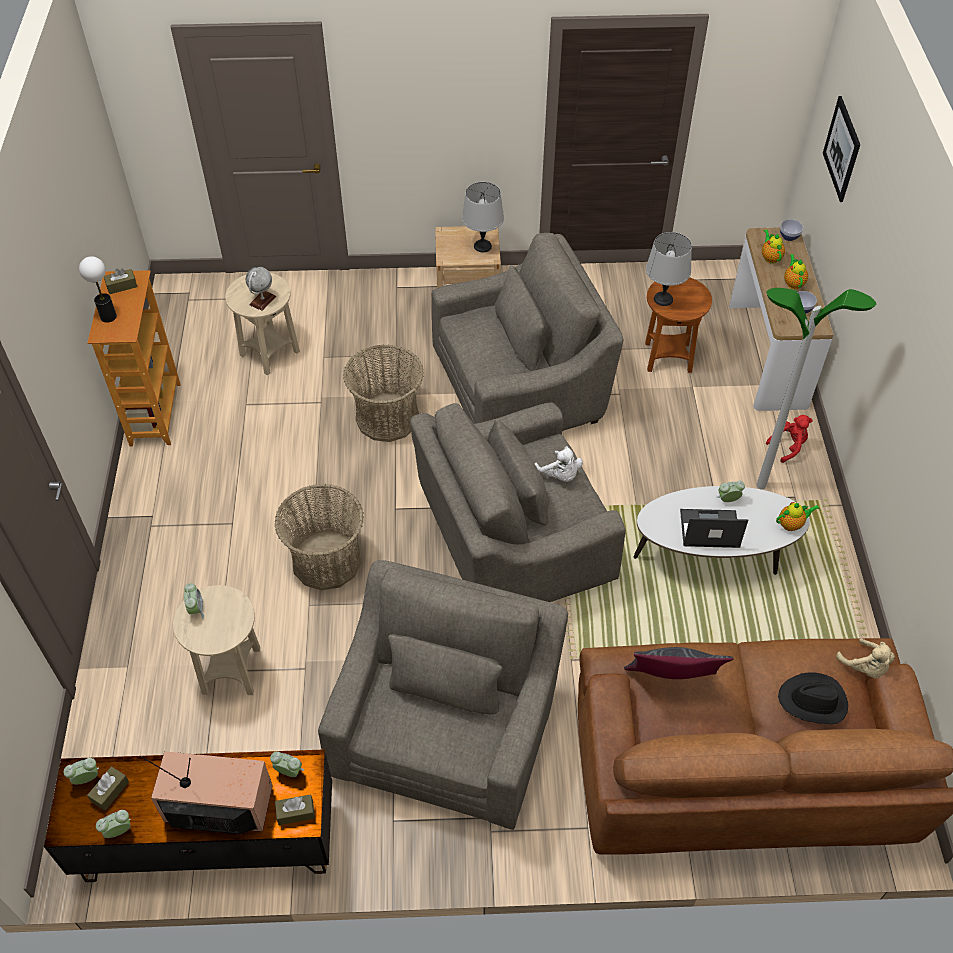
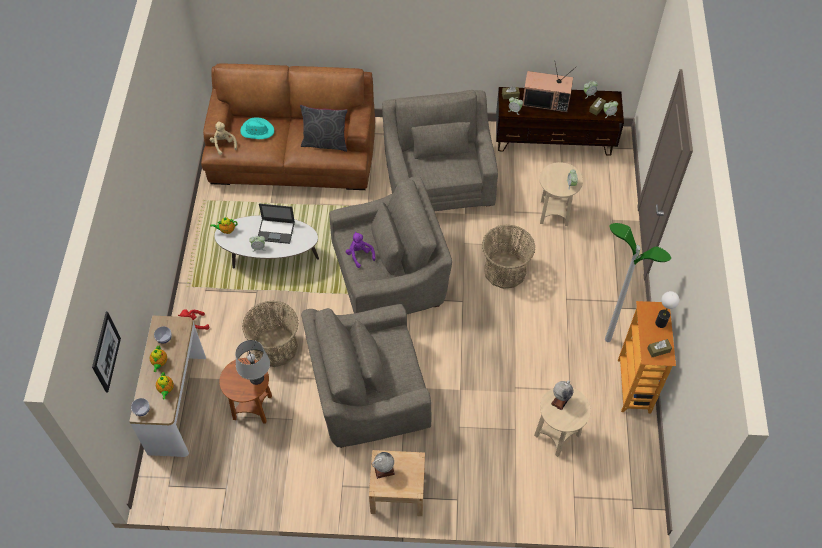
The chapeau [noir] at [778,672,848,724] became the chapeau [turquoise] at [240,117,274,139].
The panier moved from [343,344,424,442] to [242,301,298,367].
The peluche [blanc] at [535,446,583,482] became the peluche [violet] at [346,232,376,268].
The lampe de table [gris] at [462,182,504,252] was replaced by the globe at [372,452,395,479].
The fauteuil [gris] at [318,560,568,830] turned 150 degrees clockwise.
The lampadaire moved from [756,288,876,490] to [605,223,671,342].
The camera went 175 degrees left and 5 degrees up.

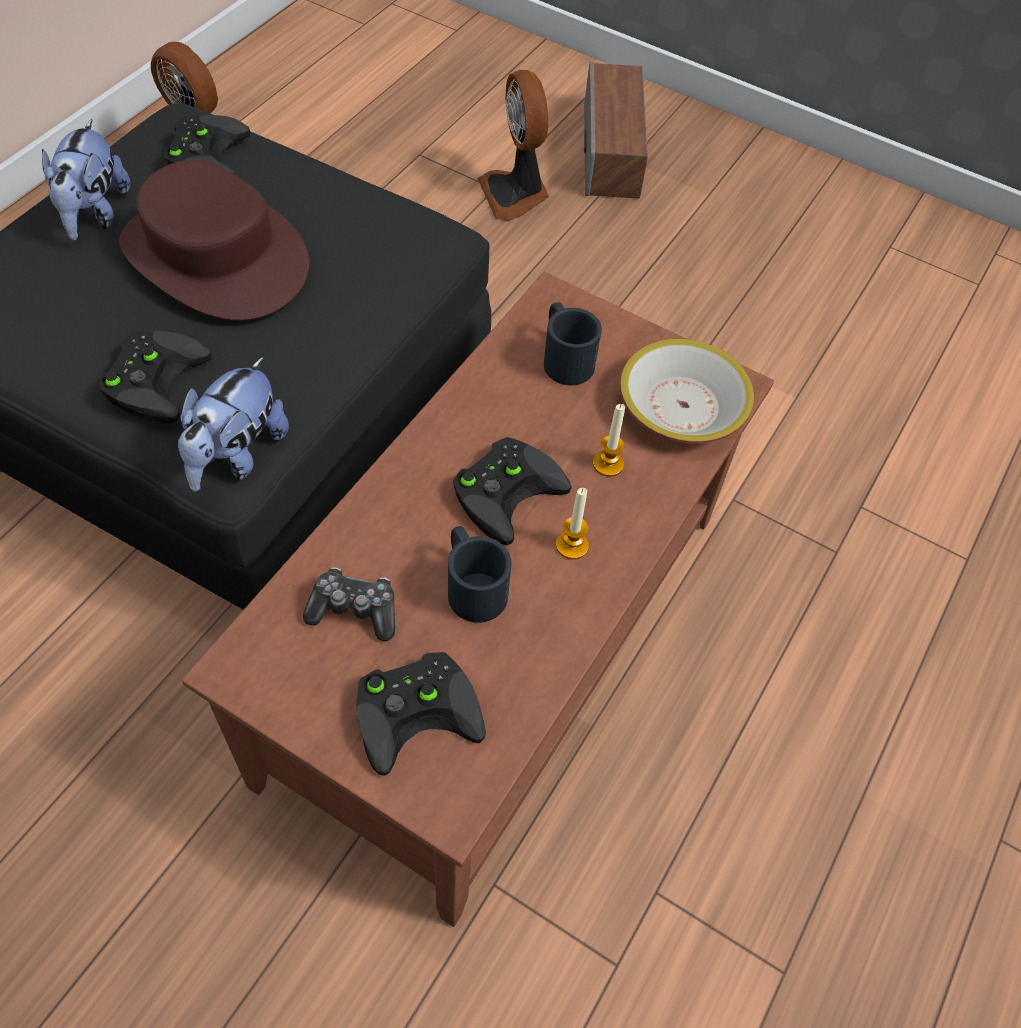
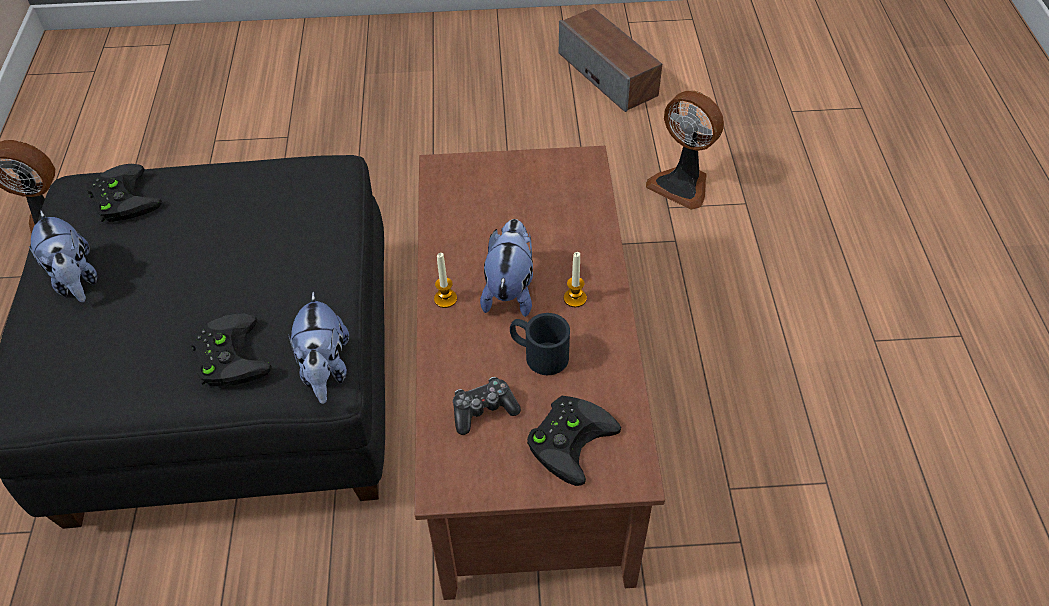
The bougie moved from [593,404,625,477] to [434,253,457,308].
The manette [noir] at [453,437,572,545] was replaced by the peluche at [480,219,533,317].
The enceinte moved from [584,61,648,198] to [559,8,662,112].
The ventilateur moved from [477,70,549,221] to [646,91,724,210].
The chapeau [marron] at [119,160,309,321] disappeared.
The mug [noir] at [544,302,602,385] disappeared.
The bol at [620,339,754,444] disappeared.
The camera went 30 degrees left and 5 degrees down.

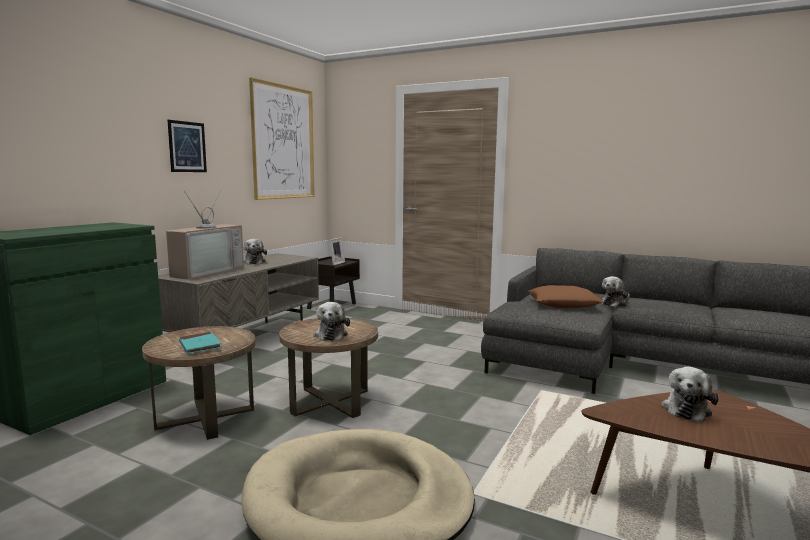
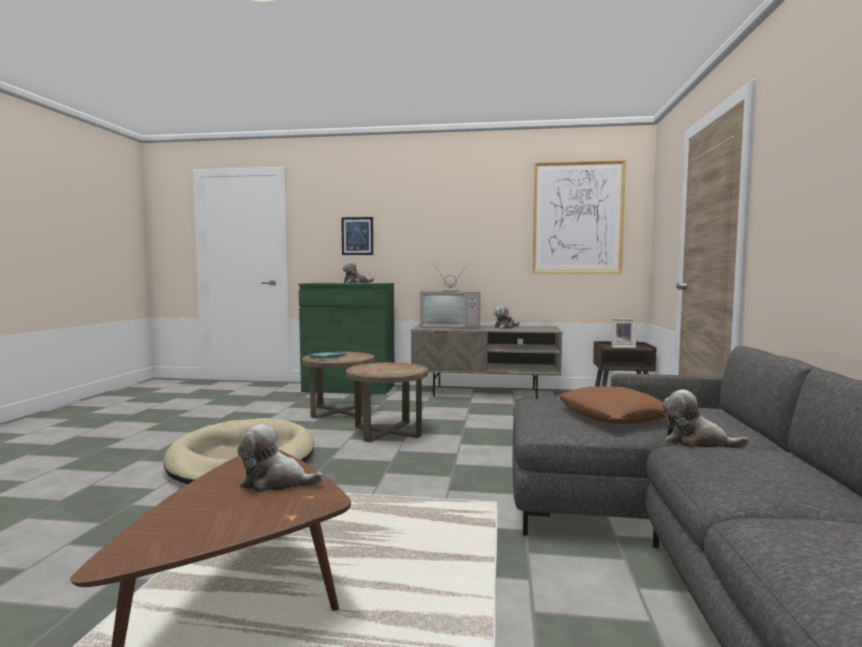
The tableau moved from [167,120,207,172] to [341,217,373,255].
The peluche moved from [314,302,350,341] to [342,262,374,283].
The camera went 70 degrees right and 5 degrees down.

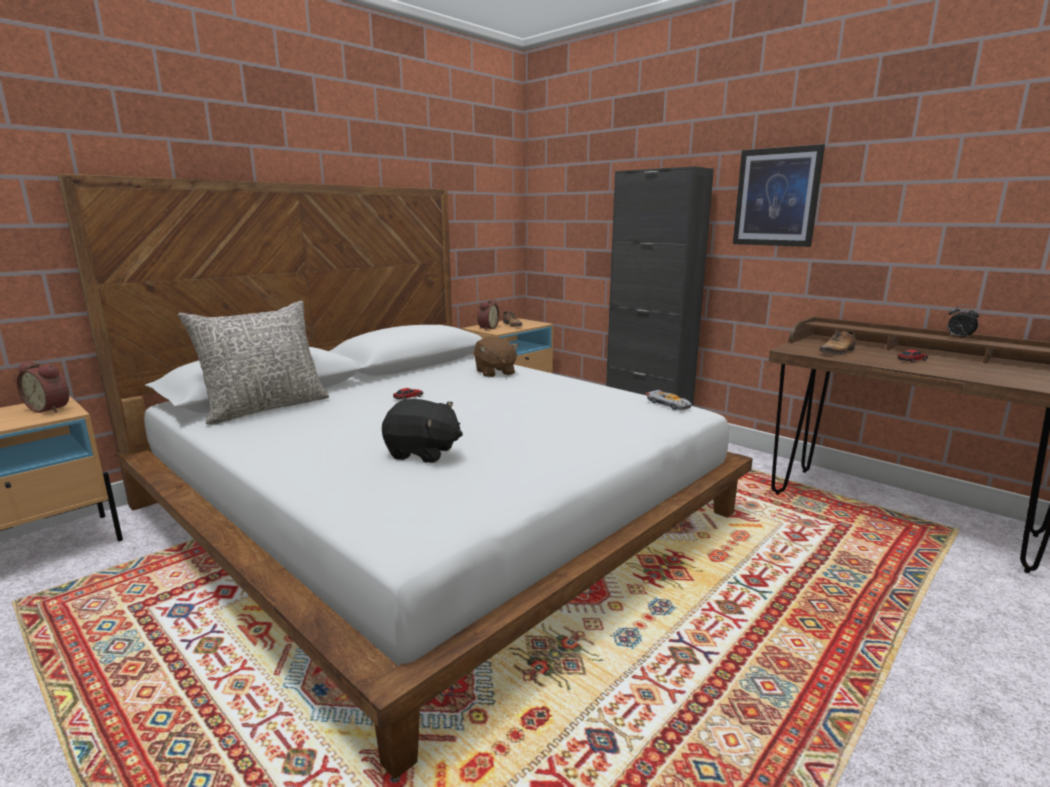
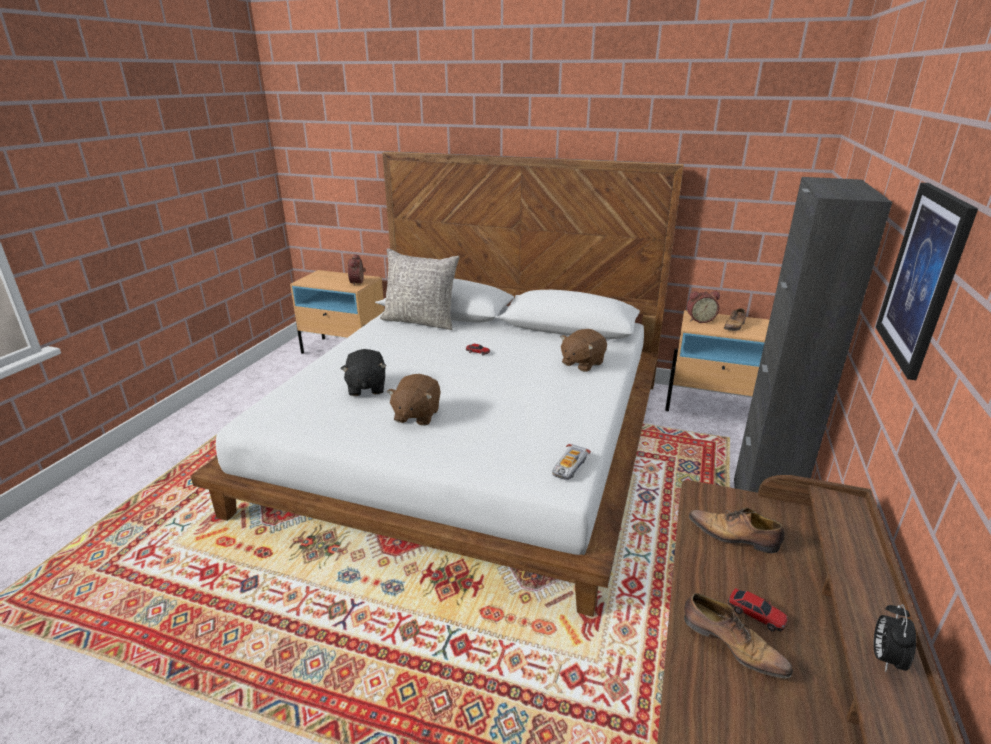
The peluche [marron] at [387,374,441,426] appeared.
The chaussure at [684,593,793,679] appeared.
The camera went 65 degrees right and 10 degrees up.

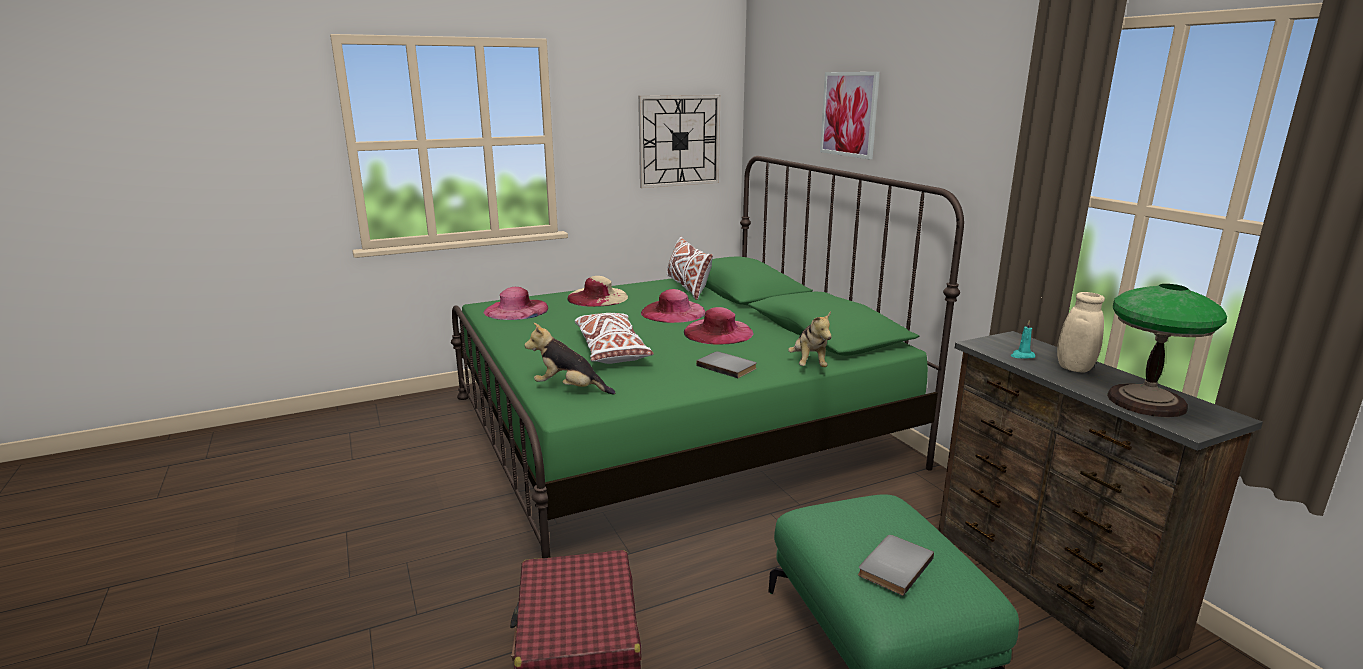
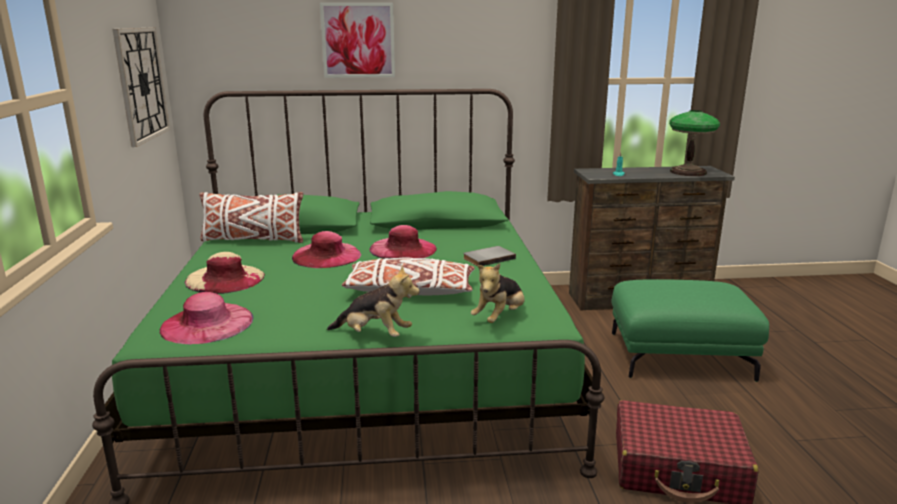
The peluche moved from [788,312,832,367] to [327,265,420,337].
The livre [gris] at [858,535,934,596] disappeared.
The vase [beige] at [1057,292,1105,372] disappeared.
The camera went 70 degrees left and 0 degrees up.

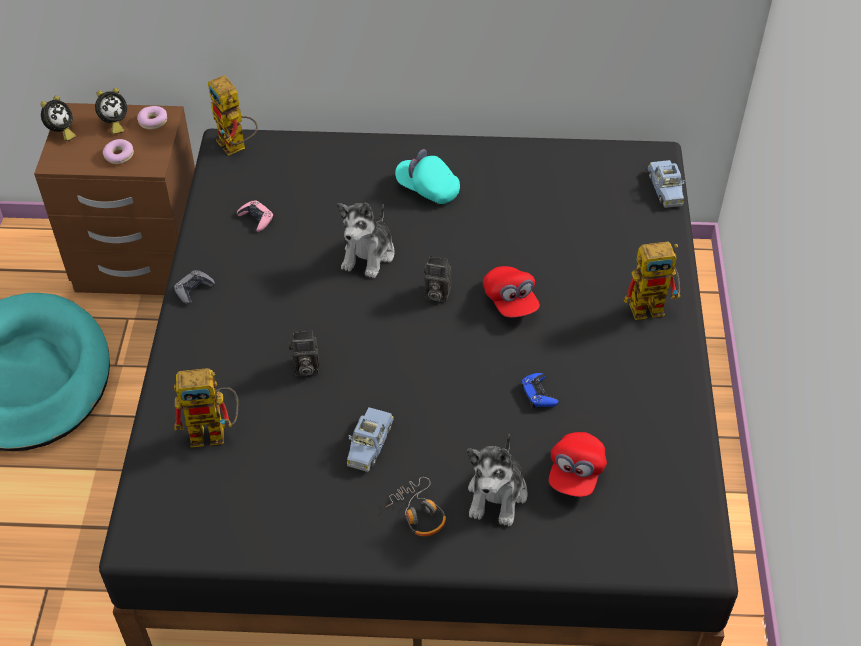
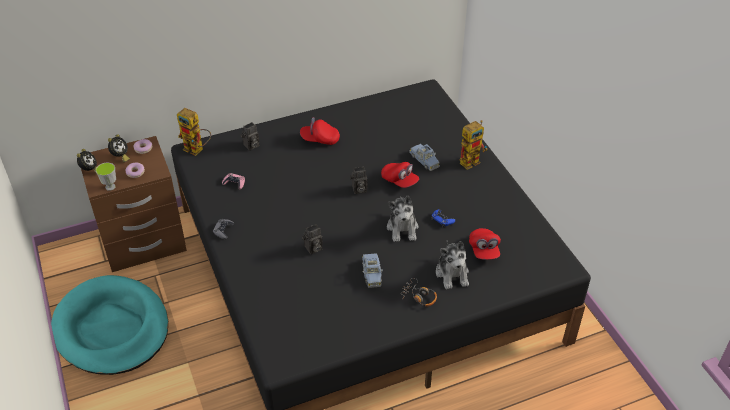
The tasse at [96,162,116,191] appeared.
The appareil photo at [241,122,259,151] appeared.
The casquette [turquoise] at [395,149,460,204] became the casquette [rouge] at [300,117,340,145].
The peluche moved from [337,203,394,278] to [387,196,419,242].
The petite voiture [bleu] moved from [648,160,685,208] to [409,144,440,171].
The robot jouet at [174,368,238,448] disappeared.
The camera went 25 degrees left and 5 degrees down.

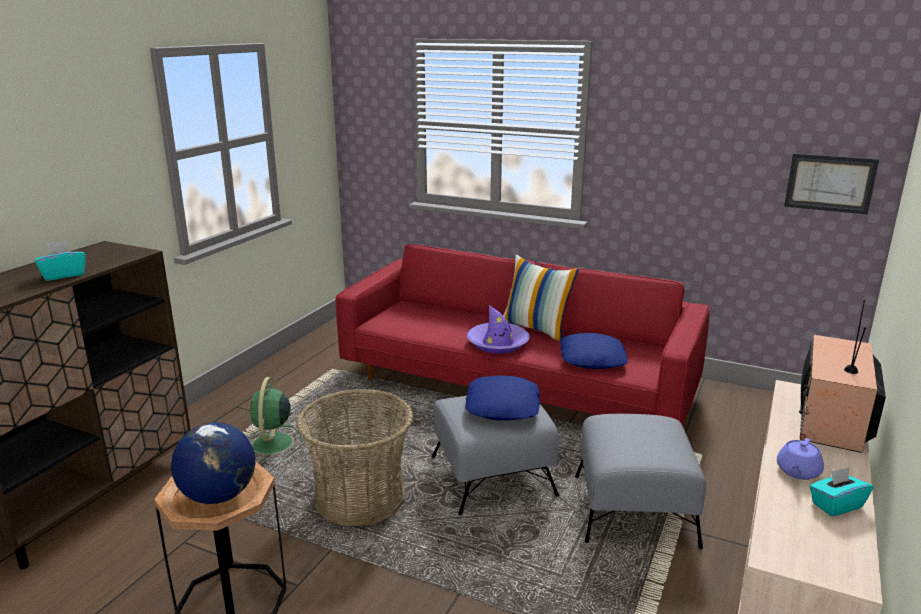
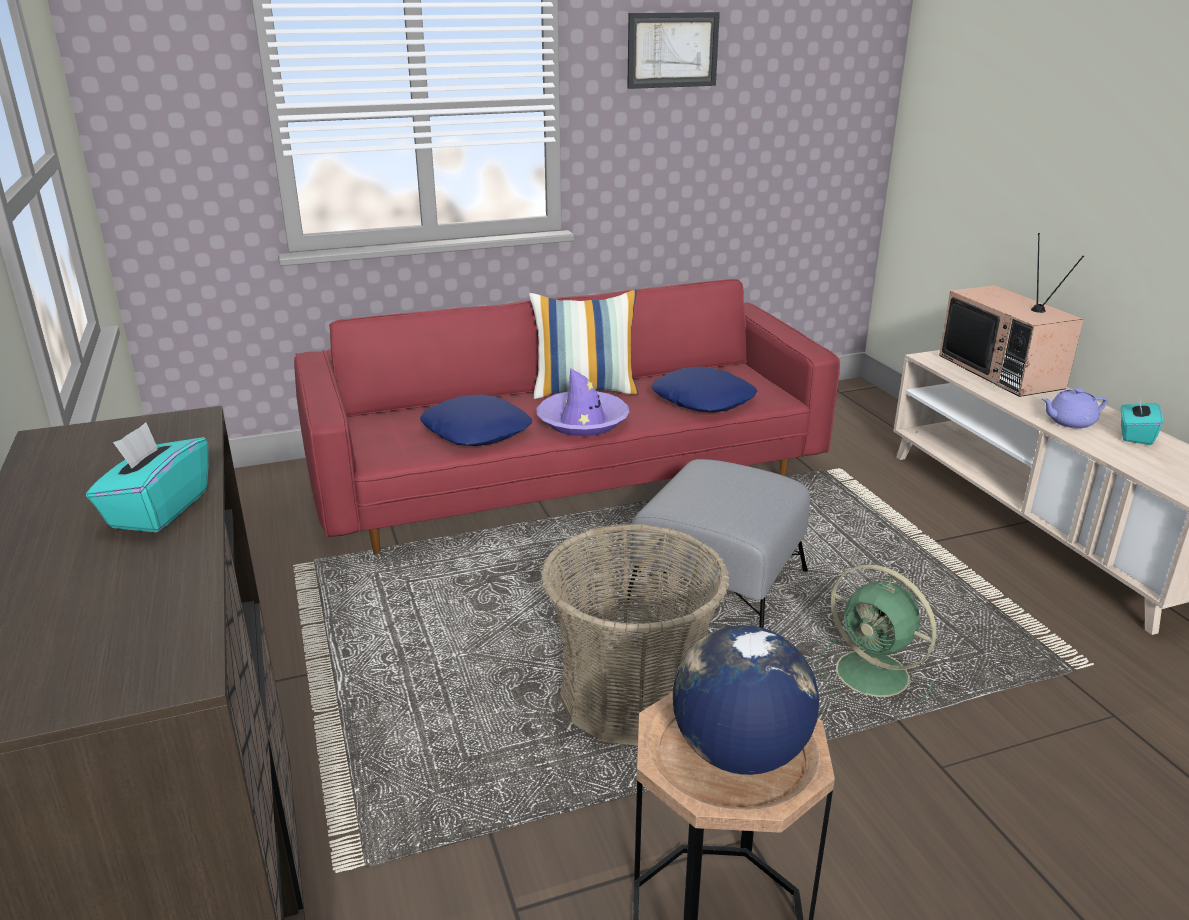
The coussin [bleu] moved from [465,375,540,421] to [420,394,532,446].
The tableau moved from [784,153,879,214] to [627,12,720,89].
The ventilateur [vert] moved from [248,377,303,461] to [817,565,937,703].
The théière [violet] at [777,438,824,480] turned 90 degrees clockwise.
The pouf [gris] at [575,414,706,549] disappeared.
The camera went 45 degrees left and 5 degrees up.

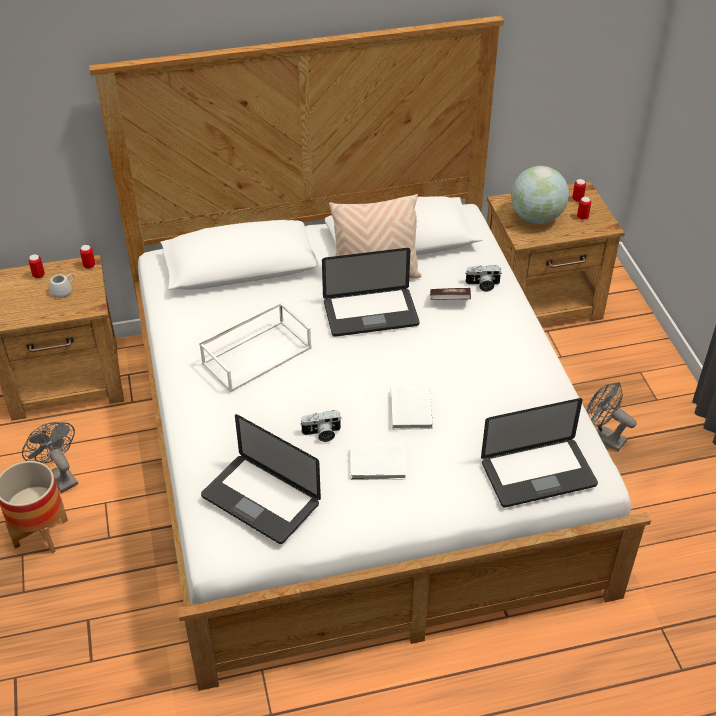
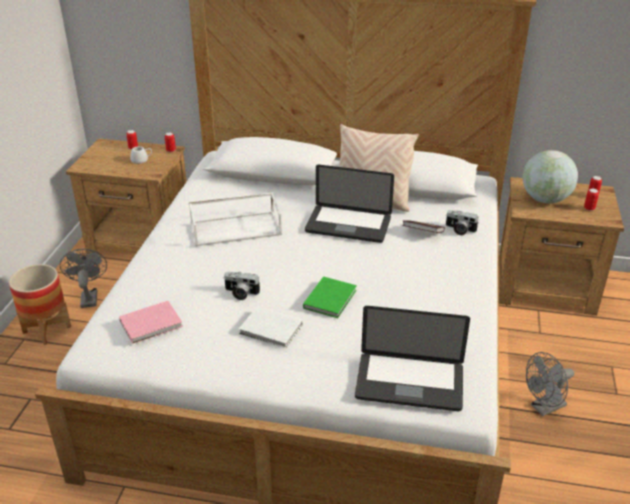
The ordinateur portable at [201,414,321,544] was replaced by the livre [rose] at [119,301,183,344].
The livre [blanc] at [391,386,433,429] became the livre [vert] at [303,276,357,318].
The ventilateur [gris] at [587,382,637,451] turned 90 degrees counterclockwise.
The camera went 25 degrees right and 10 degrees down.

